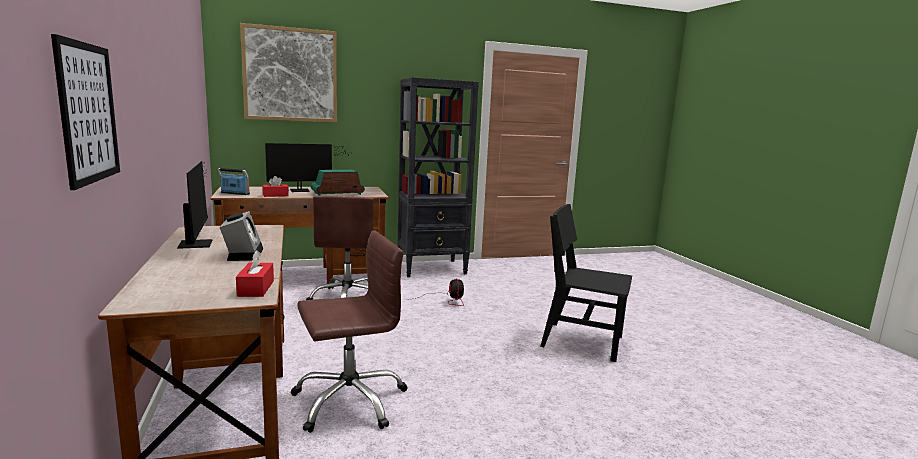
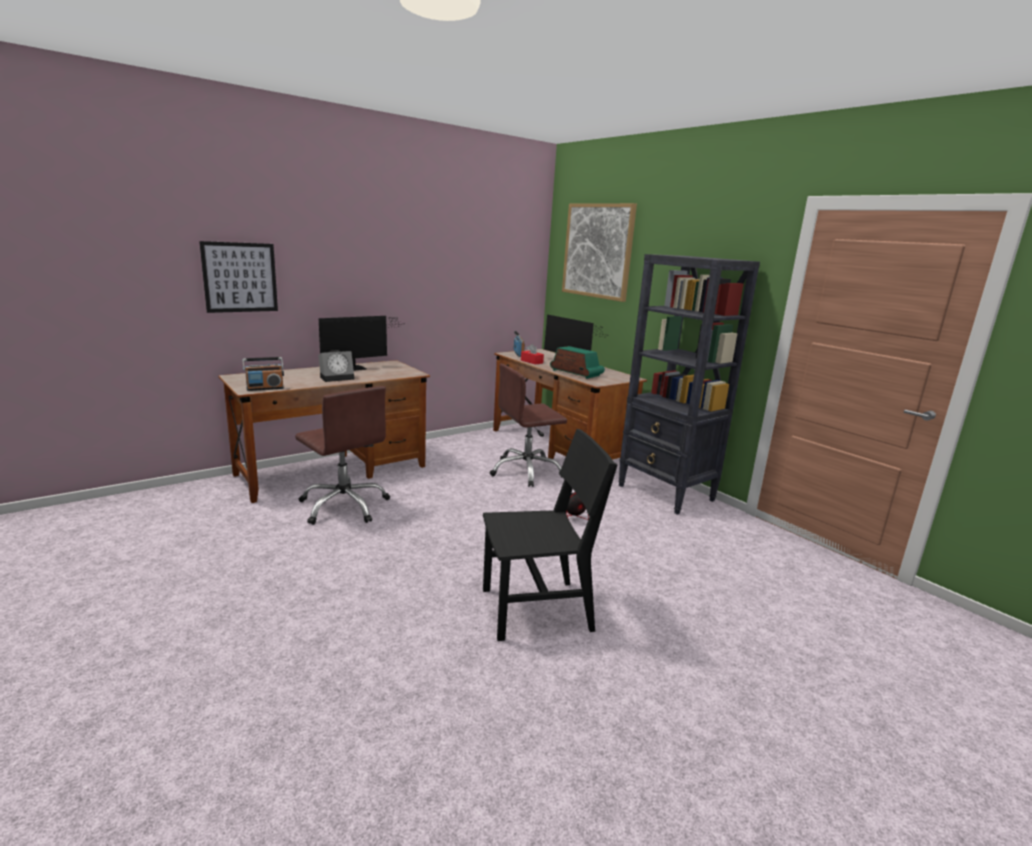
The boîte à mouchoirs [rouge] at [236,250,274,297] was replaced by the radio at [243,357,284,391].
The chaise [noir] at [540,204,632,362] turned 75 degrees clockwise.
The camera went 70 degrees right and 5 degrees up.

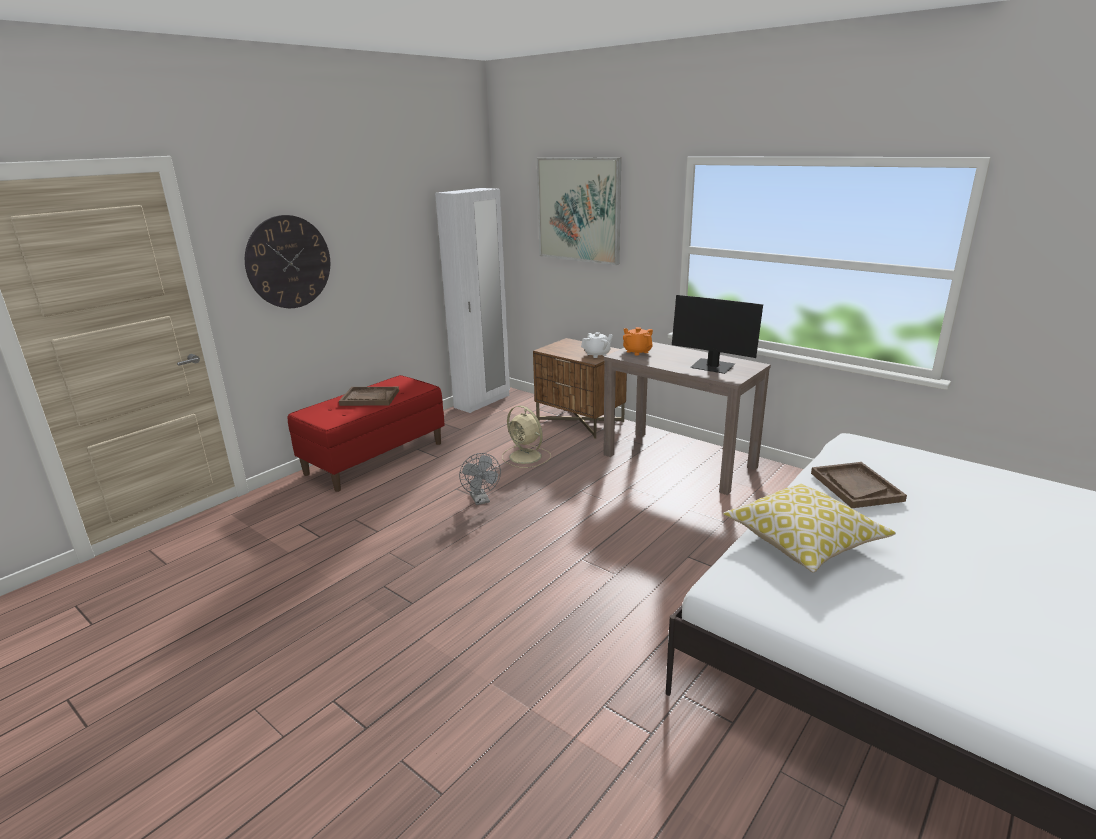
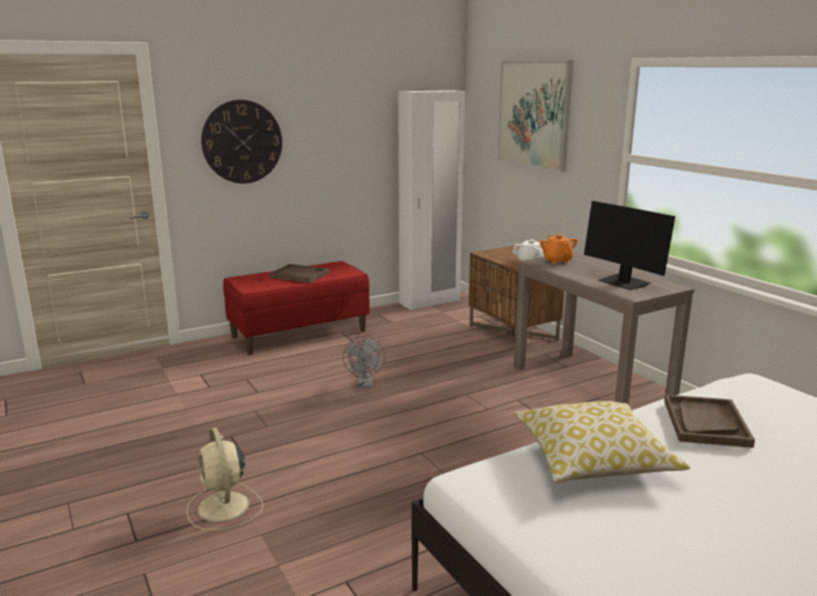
The ventilateur [beige] moved from [502,406,551,468] to [186,427,263,531].
The camera went 20 degrees right and 5 degrees down.

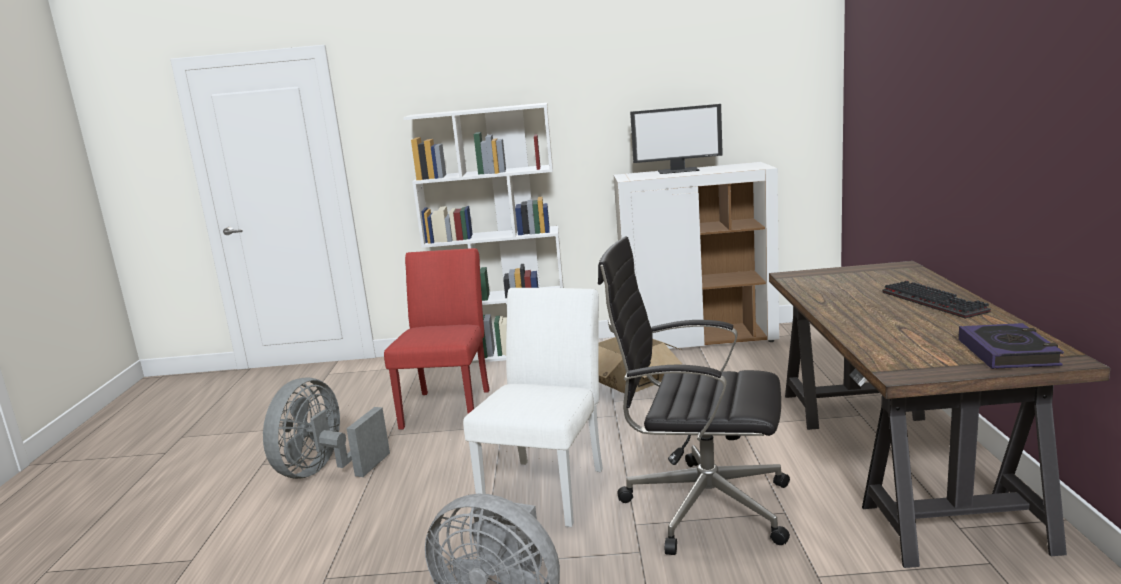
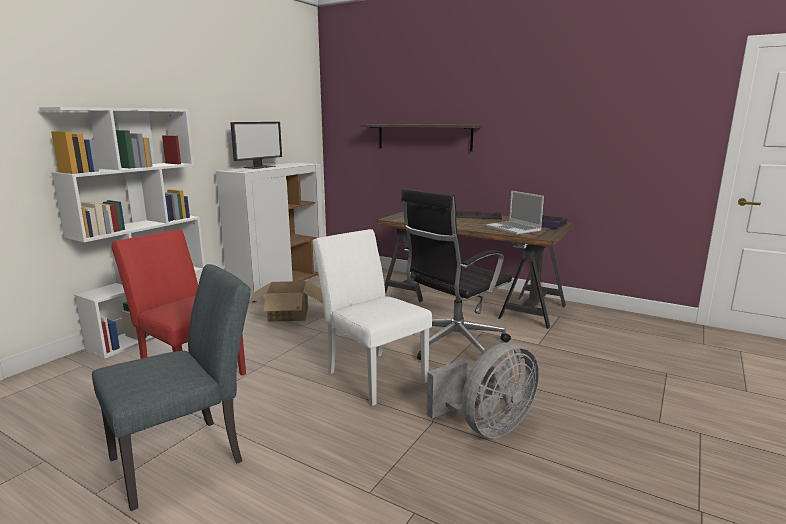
The ventilateur [gris] at [263,377,390,479] was replaced by the chaise [gris] at [92,264,251,511].
The étagère at [360,124,483,152] appeared.
The ordinateur portable at [486,190,544,235] appeared.
The camera went 60 degrees left and 0 degrees up.

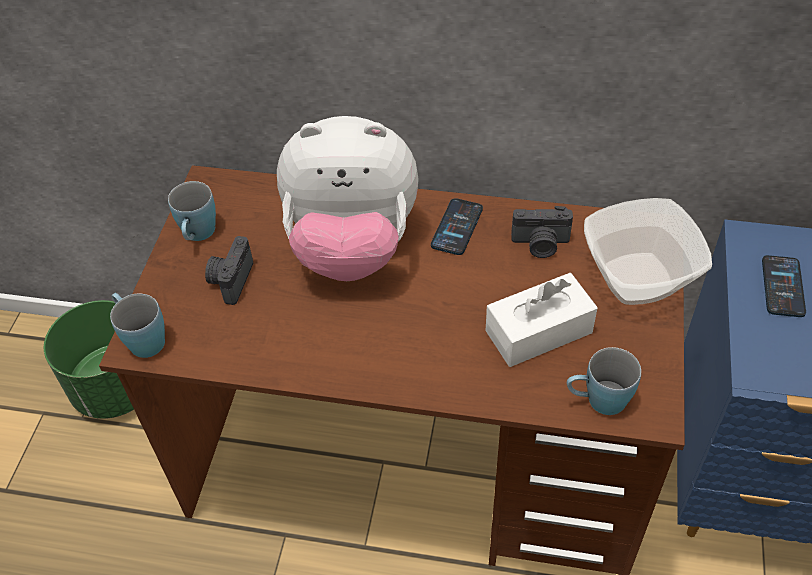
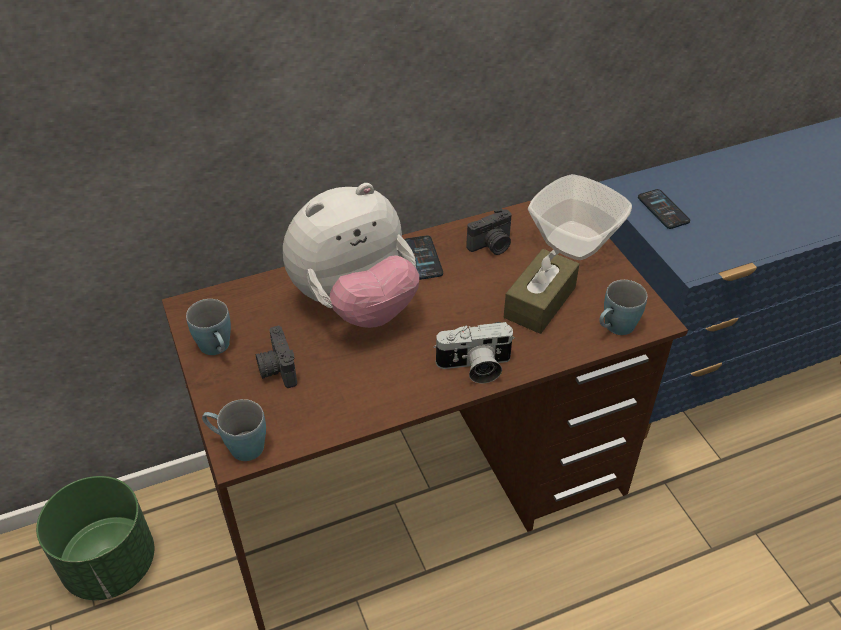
The appareil photo at [433,322,515,383] appeared.
The boîte à mouchoirs [blanc] at [486,273,598,367] became the boîte à mouchoirs [marron] at [504,249,579,334].
The camera went 35 degrees left and 5 degrees down.

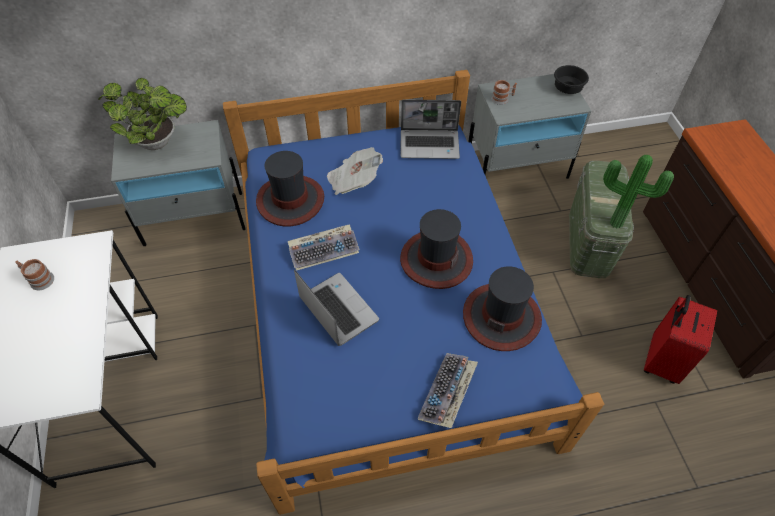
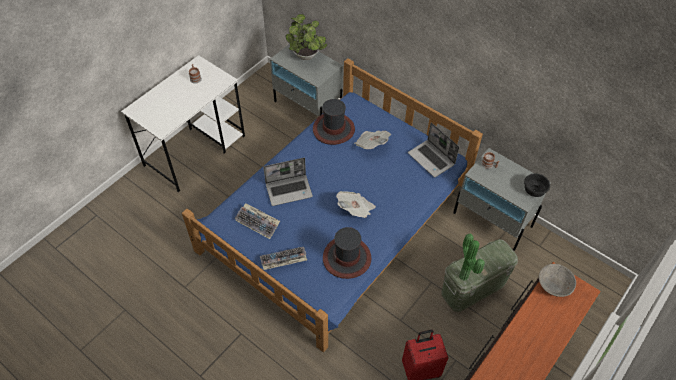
The clavier moved from [288,224,360,271] to [235,203,280,239].
The ordinateur portable at [294,270,379,346] turned 60 degrees clockwise.
The chapeau at [400,209,473,289] was replaced by the journal at [336,191,376,218].
The bol [gris] at [539,264,576,297] appeared.
The camera went 50 degrees right and 0 degrees up.

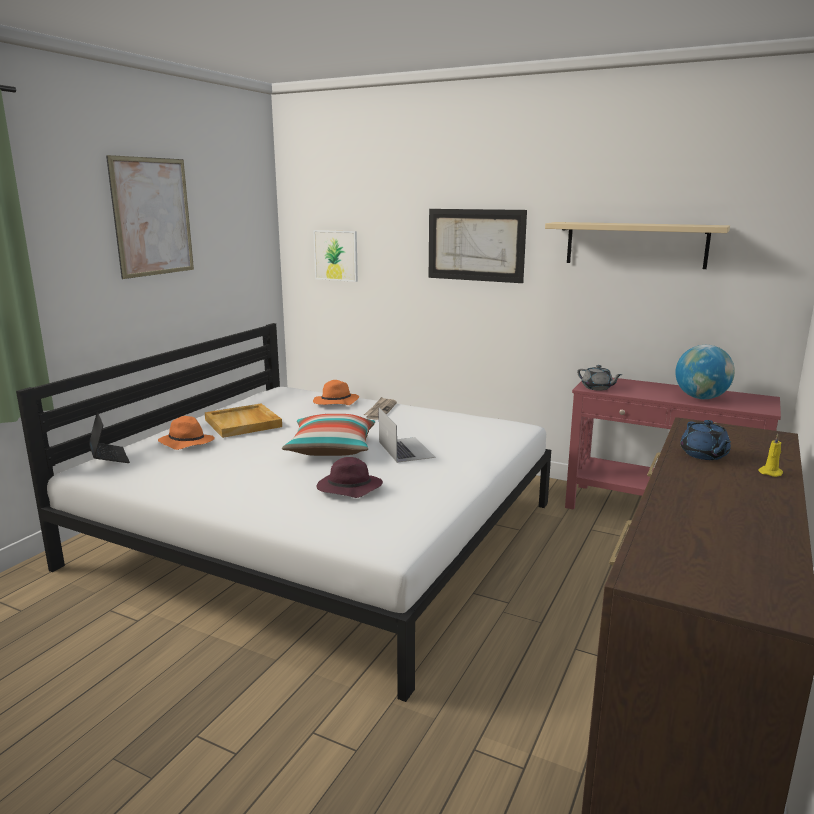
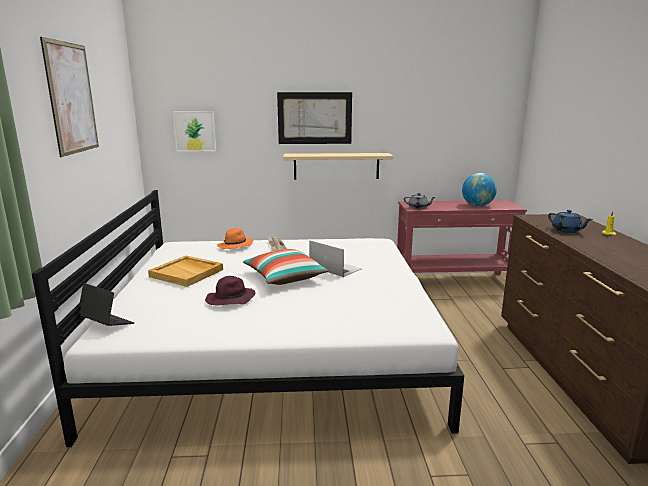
The chapeau [violet] moved from [316,457,383,498] to [205,276,255,305].
The étagère [beige] moved from [545,222,730,269] to [283,153,393,180].
The chapeau [orange] at [158,416,215,450] disappeared.
The camera went 30 degrees left and 0 degrees up.

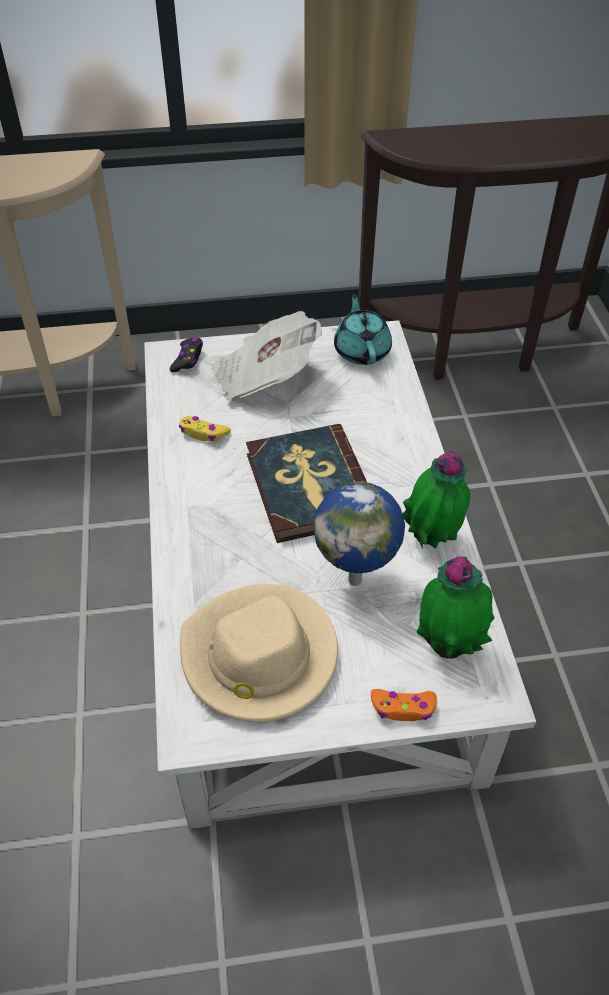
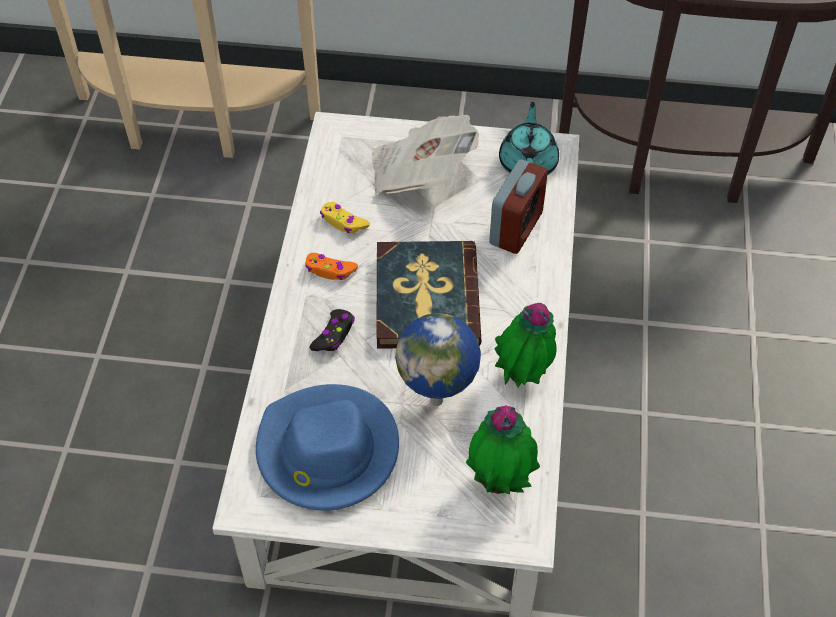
The chapeau [beige] at [180,584,338,722] became the chapeau [bleu] at [256,384,399,511].
The manette [orange] moved from [371,689,437,721] to [306,253,358,280].
The manette [noir] moved from [170,338,203,372] to [310,309,355,351].
The réveil at [489,159,548,254] appeared.
The camera went 15 degrees right and 5 degrees up.

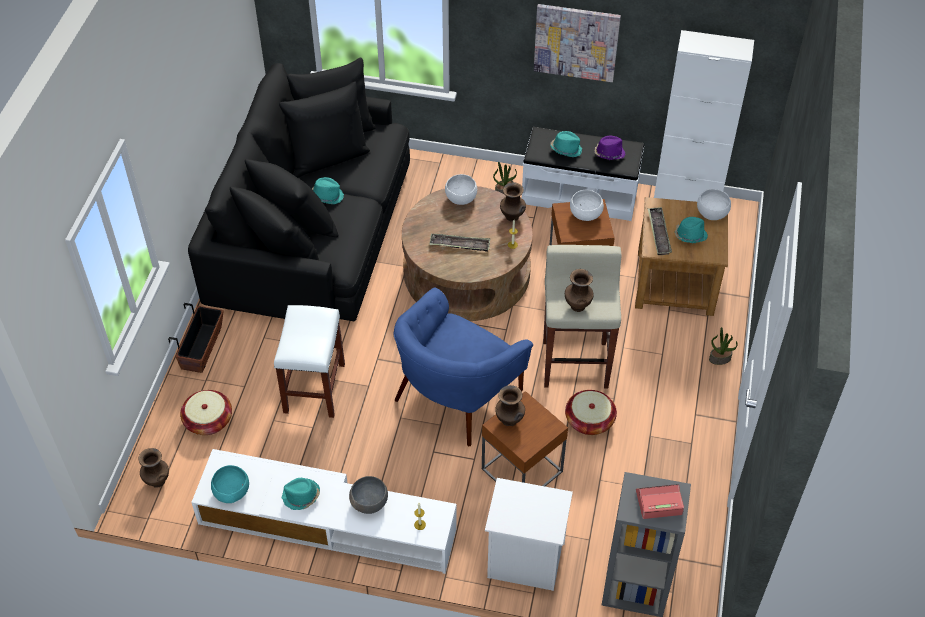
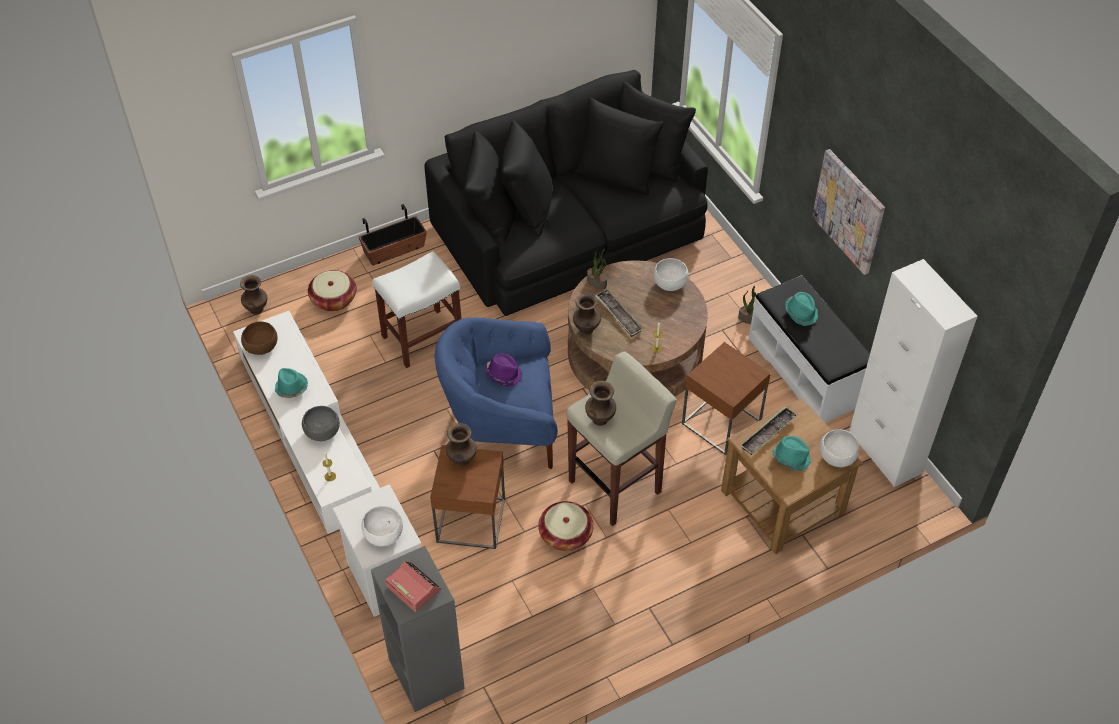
The bol [turquoise] at [211,465,249,503] became the bol [marron] at [241,321,278,355].
The bol [blanc] moved from [570,190,604,221] to [362,506,403,547].
The chapeau [violet] moved from [594,135,626,160] to [485,353,522,387].
The vase [marron] moved from [500,183,526,221] to [573,293,601,335].
The plante en pot moved from [709,327,738,365] to [587,249,607,289].
The chapeau [turquoise] at [312,177,344,204] disappeared.
The camera went 50 degrees right and 0 degrees up.

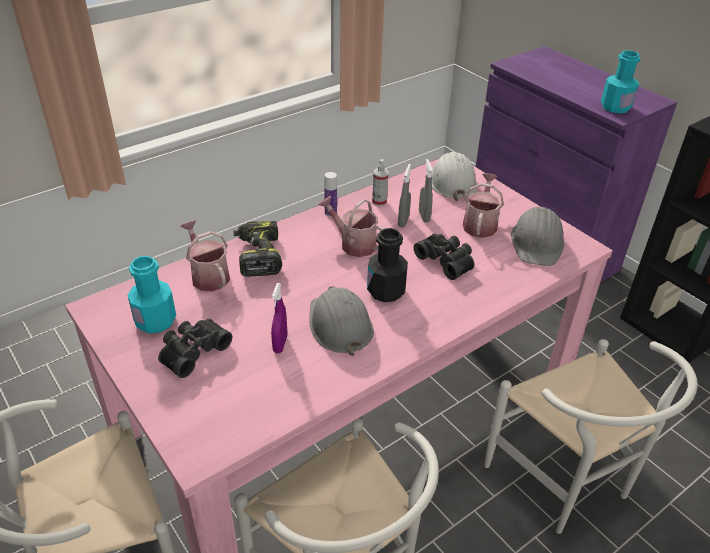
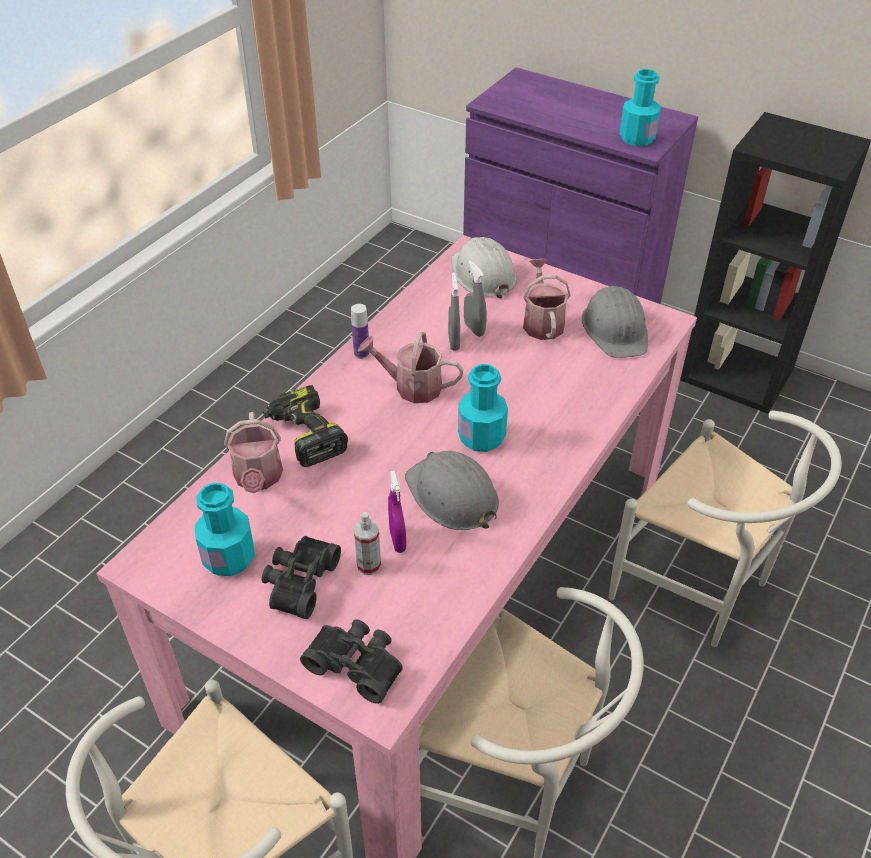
The arrosoir at [180,220,230,291] turned 135 degrees counterclockwise.
The jumelles [noir] moved from [414,234,474,280] to [300,619,403,704].
The vaporisateur moved from [372,159,389,206] to [353,512,381,575].
The bouteille [noir] at [367,228,408,302] became the bouteille [turquoise] at [458,364,508,452].
The camera went 20 degrees left and 5 degrees up.

